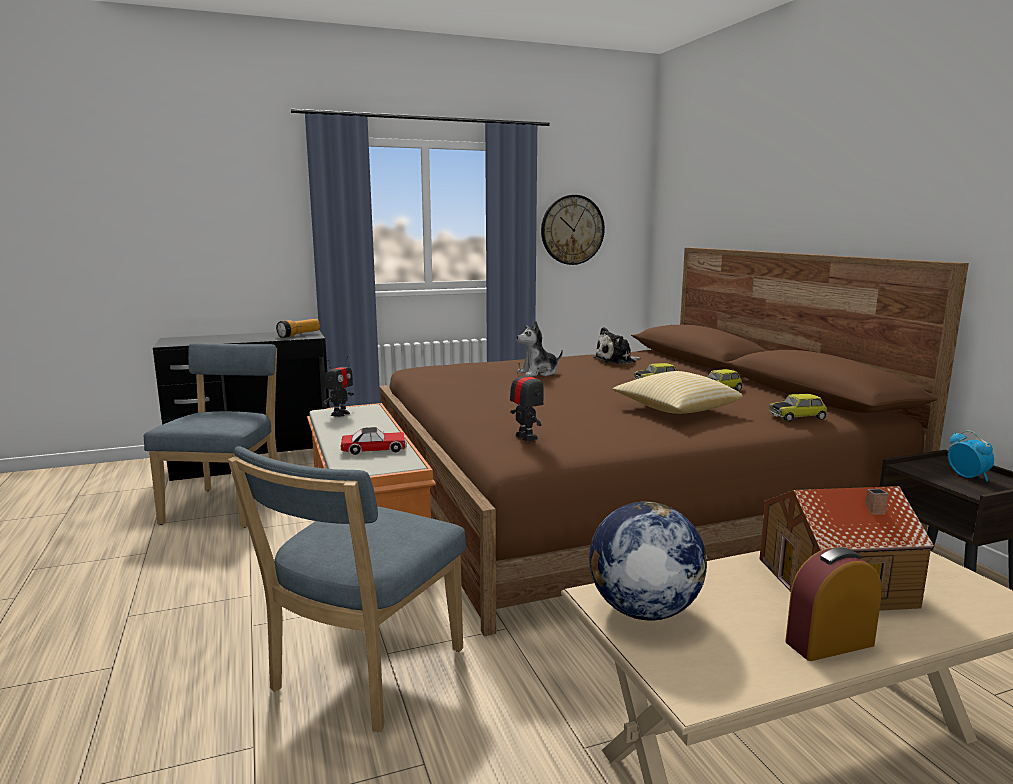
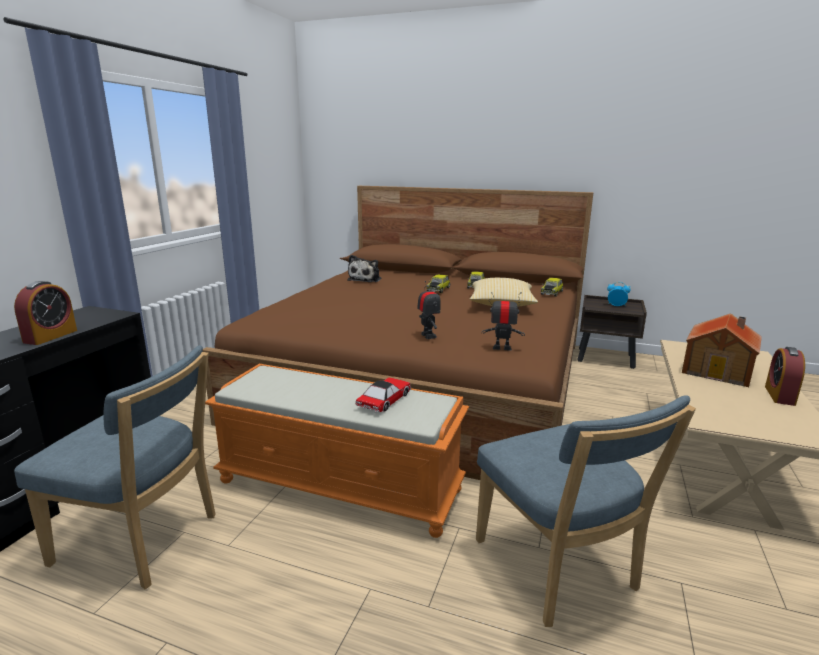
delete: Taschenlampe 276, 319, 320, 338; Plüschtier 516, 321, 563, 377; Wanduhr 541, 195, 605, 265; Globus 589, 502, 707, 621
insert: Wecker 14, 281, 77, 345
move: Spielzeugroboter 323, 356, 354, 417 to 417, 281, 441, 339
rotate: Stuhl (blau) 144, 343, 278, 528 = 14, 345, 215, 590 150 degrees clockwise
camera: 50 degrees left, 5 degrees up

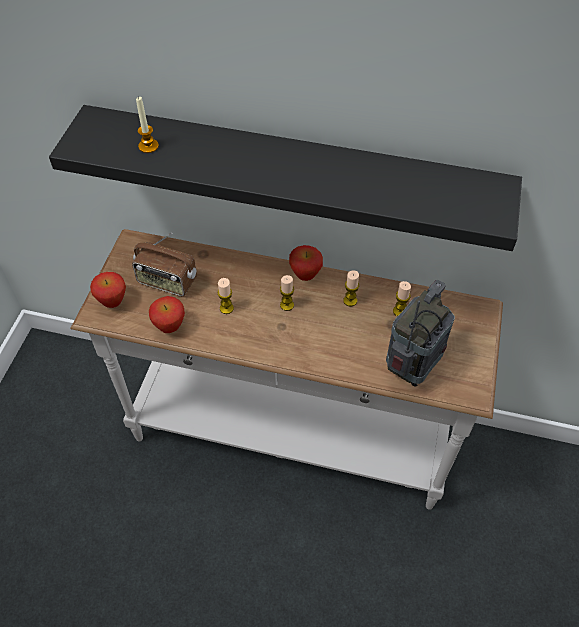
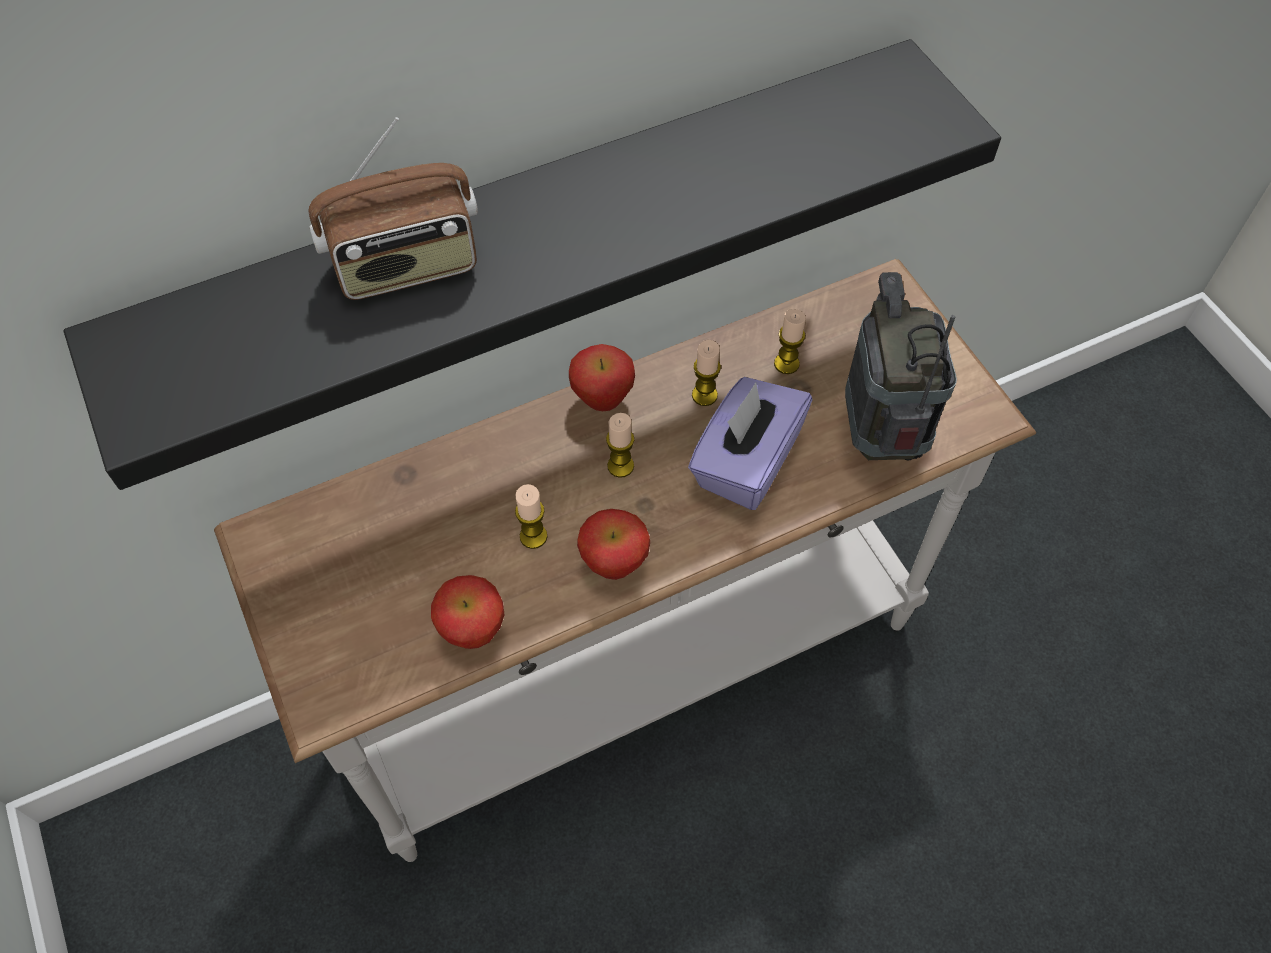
delete: Kerze 136, 96, 159, 153
insert: Taschentuchbox (lila) 688, 377, 813, 510
move: Apfel 90, 272, 126, 308 to 577, 509, 650, 580; Radio 132, 233, 197, 296 to 309, 117, 478, 300
camera: 40 degrees left, 5 degrees up

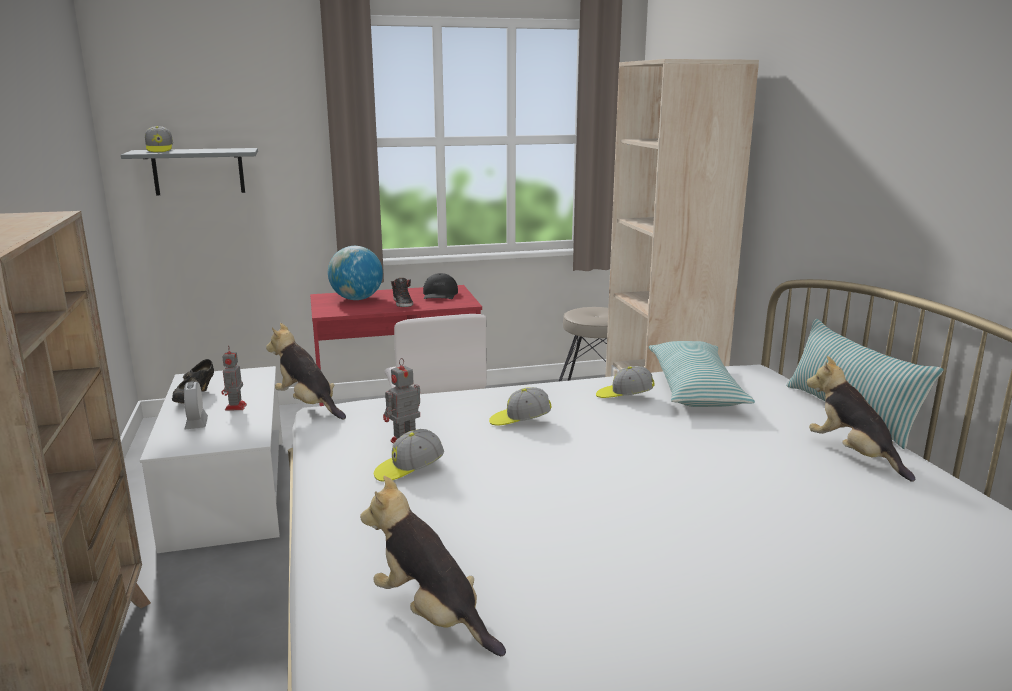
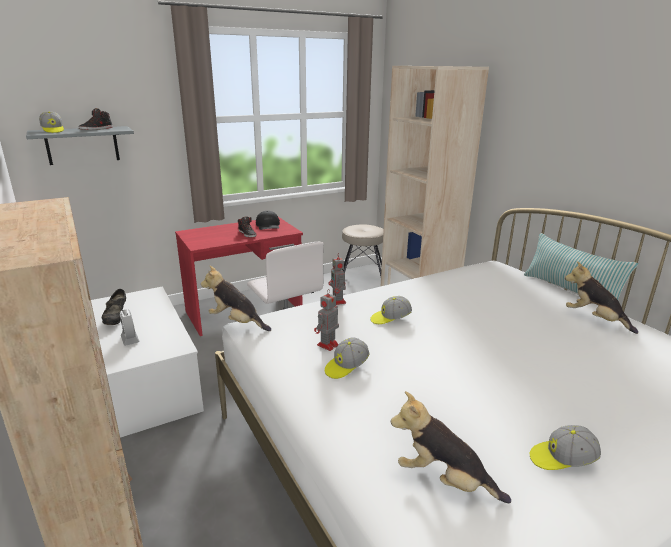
delete: Globus 328, 246, 383, 300; Kissen 649, 341, 755, 407
insert: Schuh (schwarz) 79, 108, 113, 130
move: Spielzeugroboter 222, 346, 247, 411 to 328, 253, 346, 305; Kappe 596, 366, 655, 398 to 530, 425, 601, 470
camera: 15 degrees left, 5 degrees up

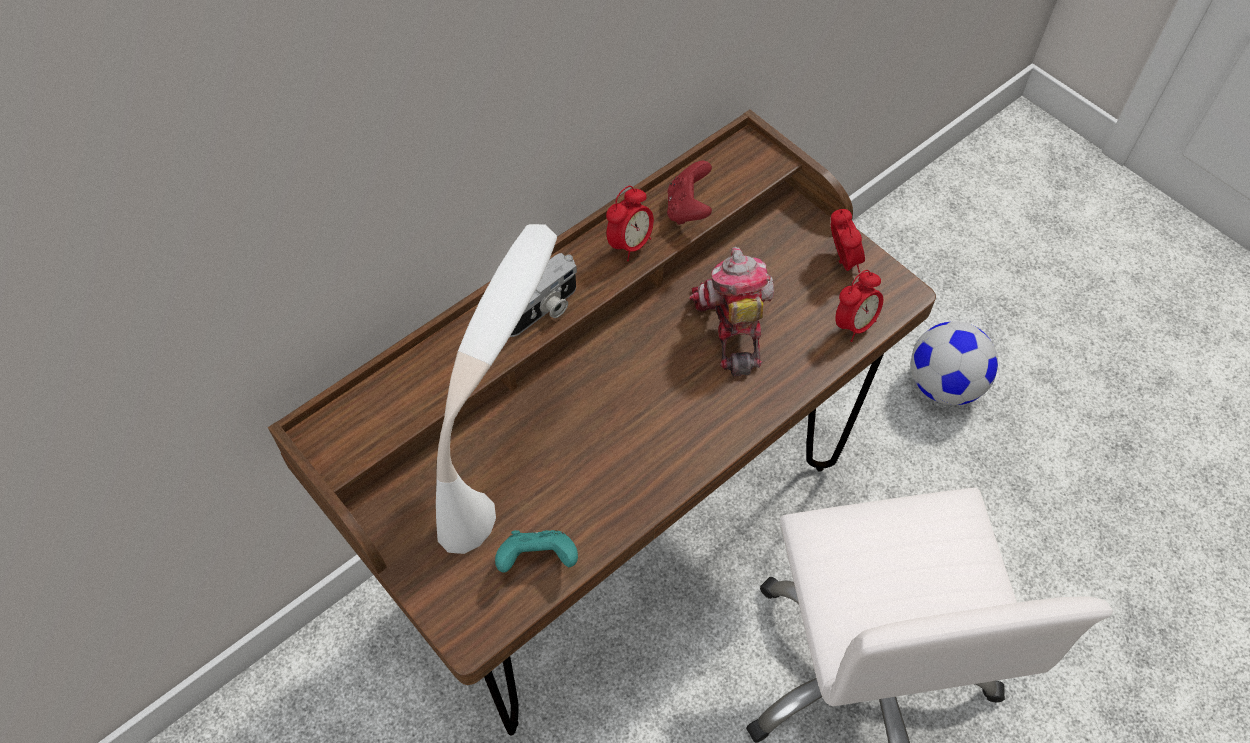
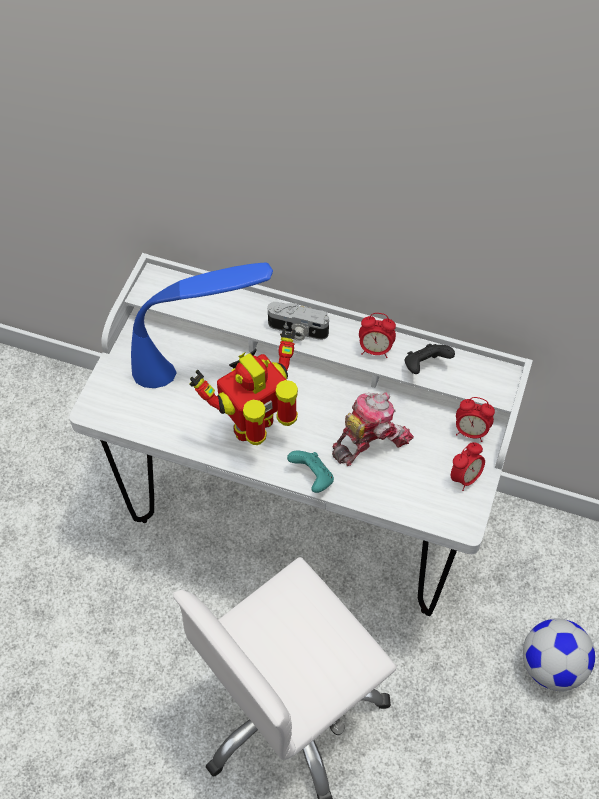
insert: Spielzeugroboter 190, 329, 298, 445
move: Gamepad (türkis) 495, 530, 578, 572 to 287, 451, 334, 493; Wecker 835, 270, 883, 342 to 456, 397, 495, 442
recolor: Schreibtisch (braun) 268, 109, 936, 735 to Schreibtisch (weiß) 69, 253, 533, 616; Tischlampe (weiß) 436, 224, 557, 554 to Tischlampe (blau) 131, 263, 273, 388; Gamepad (rot) 667, 161, 712, 225 to Gamepad (schwarz) 405, 344, 455, 374
camera: 60 degrees right, 0 degrees up

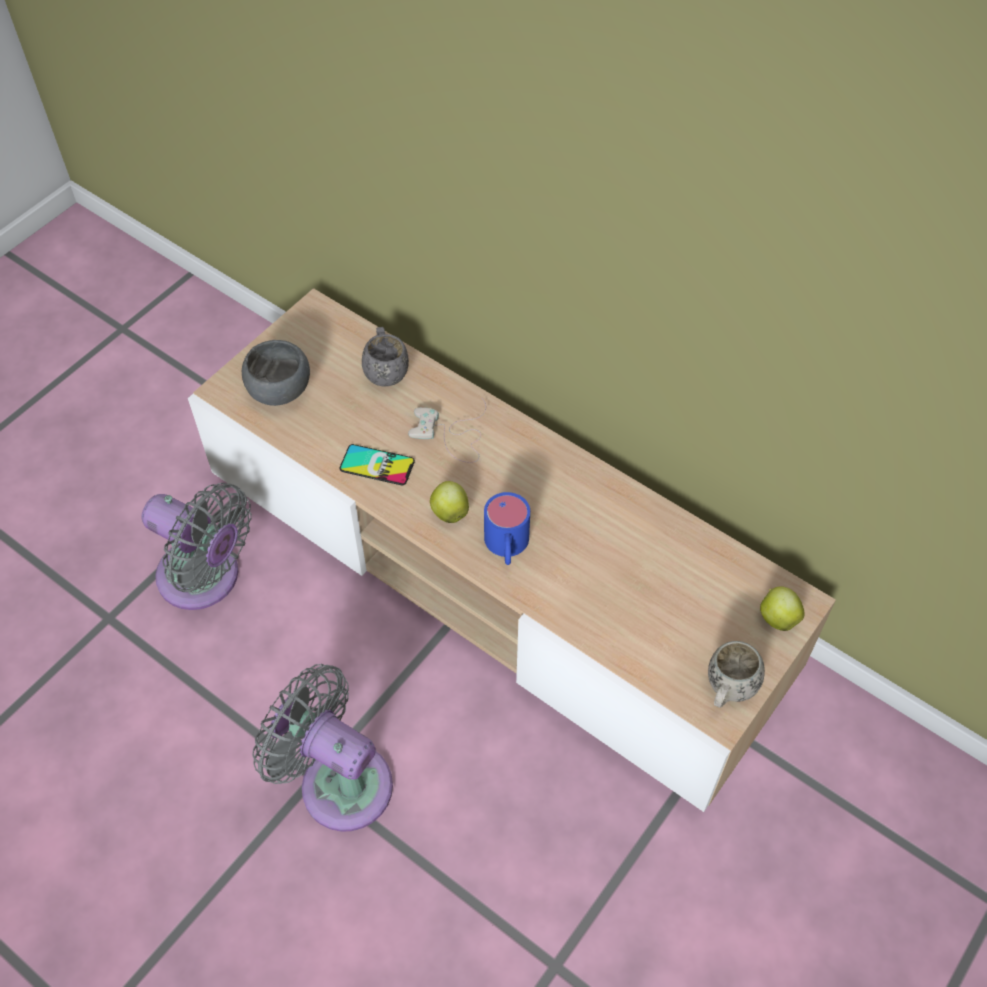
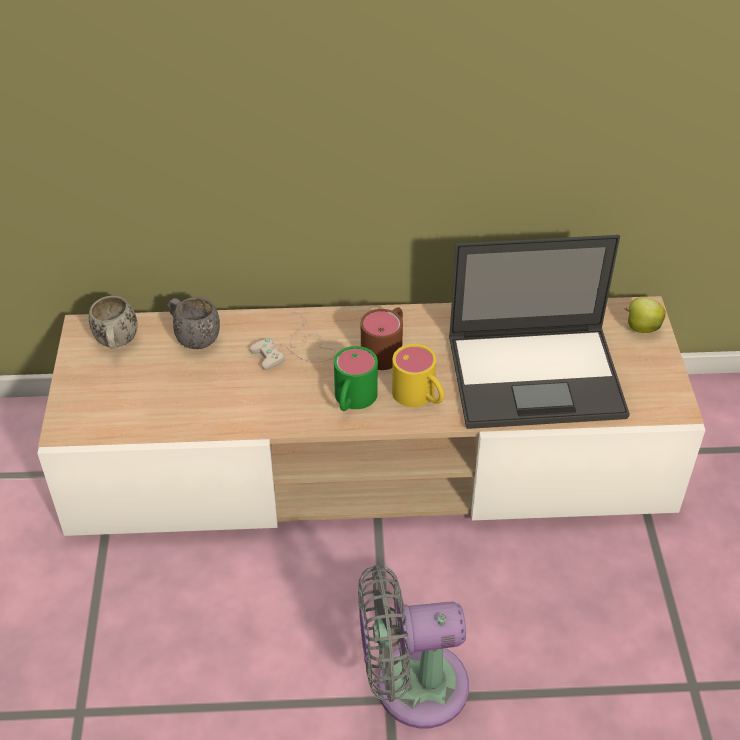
delete: Ventilator (grau) 141, 483, 252, 610; Schüssel (grau) 242, 340, 310, 406; Handy 340, 444, 415, 485
insert: Henkelbecher (braun) 361, 307, 403, 370; Laptop 449, 235, 630, 429
move: Henkelbecher (weiß) 708, 641, 765, 708 to 89, 296, 138, 349
replace: Apfel 430, 481, 469, 523 to Henkelbecher (grün) 334, 346, 378, 411
recolor: Henkelbecher (blau) 484, 492, 530, 565 to Henkelbecher (gelb) 392, 344, 444, 407
camera: 40 degrees left, 10 degrees down

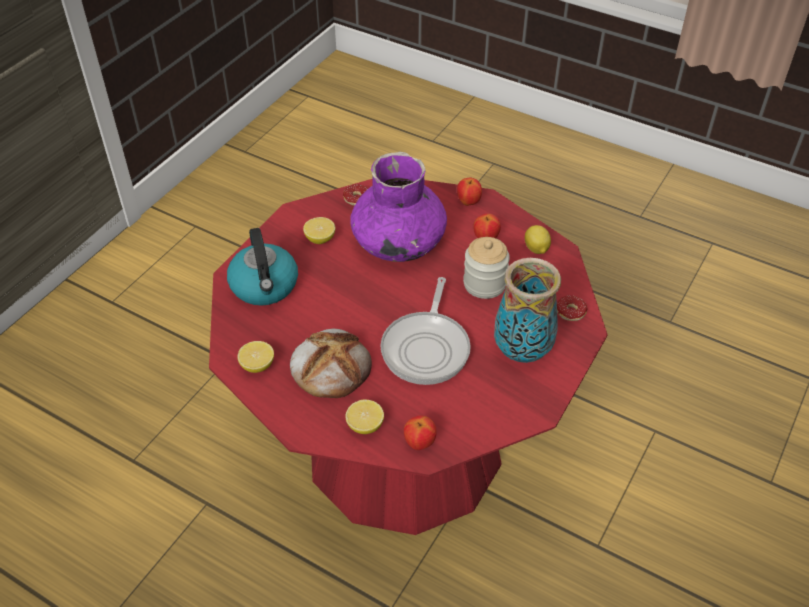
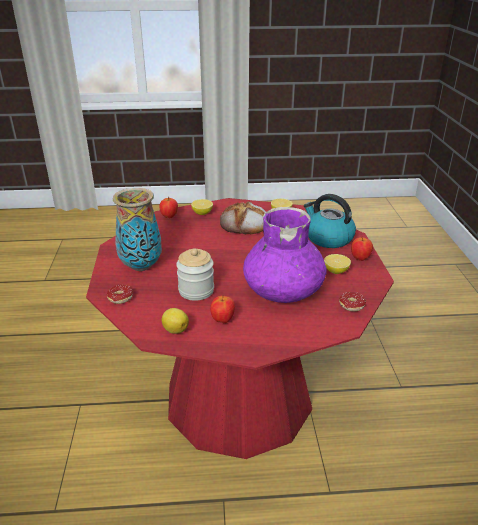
delete: Pfanne 380, 277, 471, 385
move: Apfel 457, 178, 482, 206 to 351, 237, 373, 261
camera: 145 degrees right, 15 degrees down

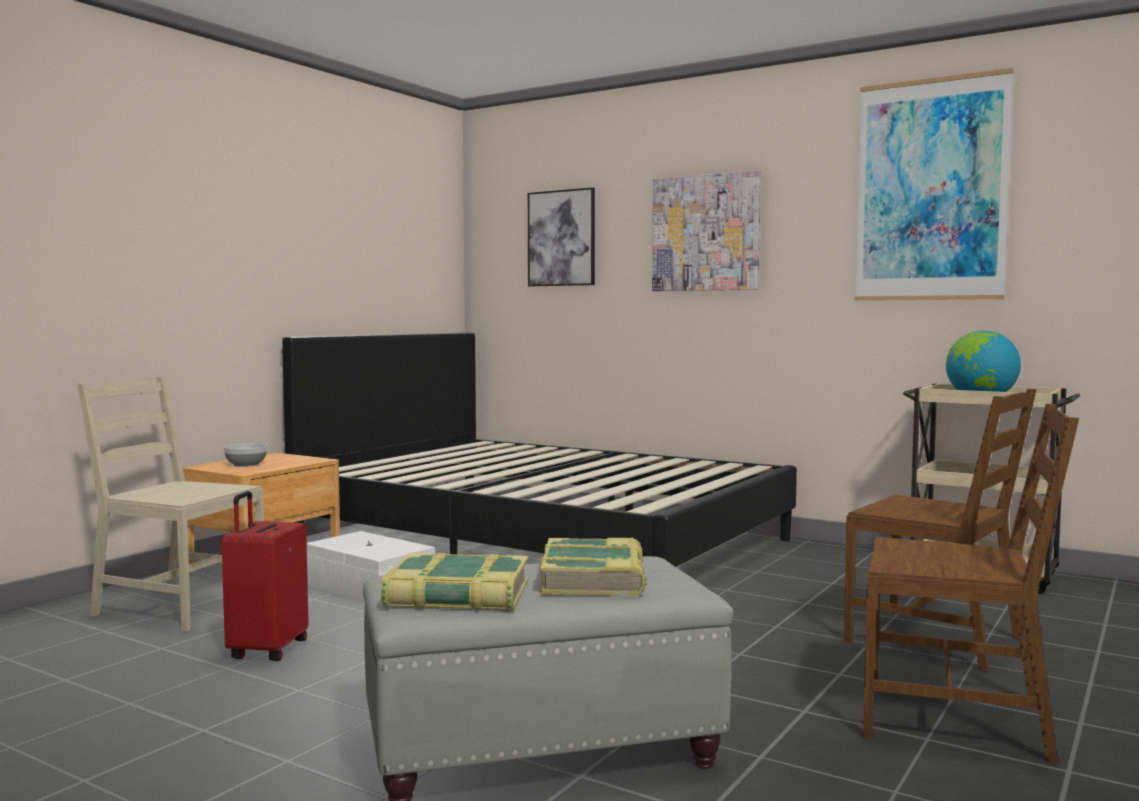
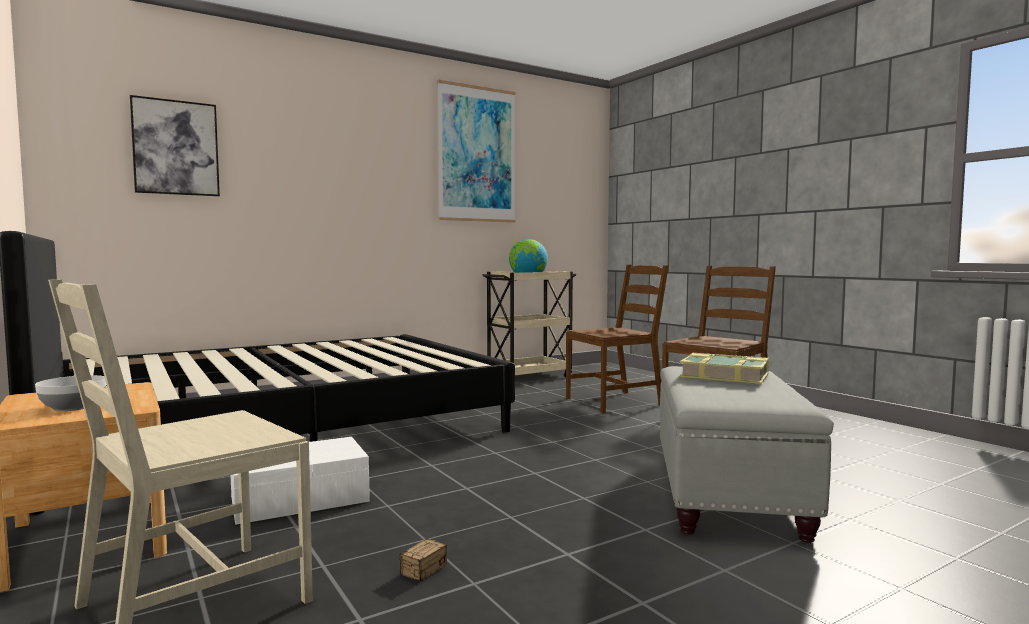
delete: Buch 381, 553, 528, 610; Bild 652, 170, 761, 291
replace: Koffer (rot) 221, 491, 309, 661 to Aufbewahrungsbox 400, 476, 463, 581
camera: 65 degrees left, 0 degrees up

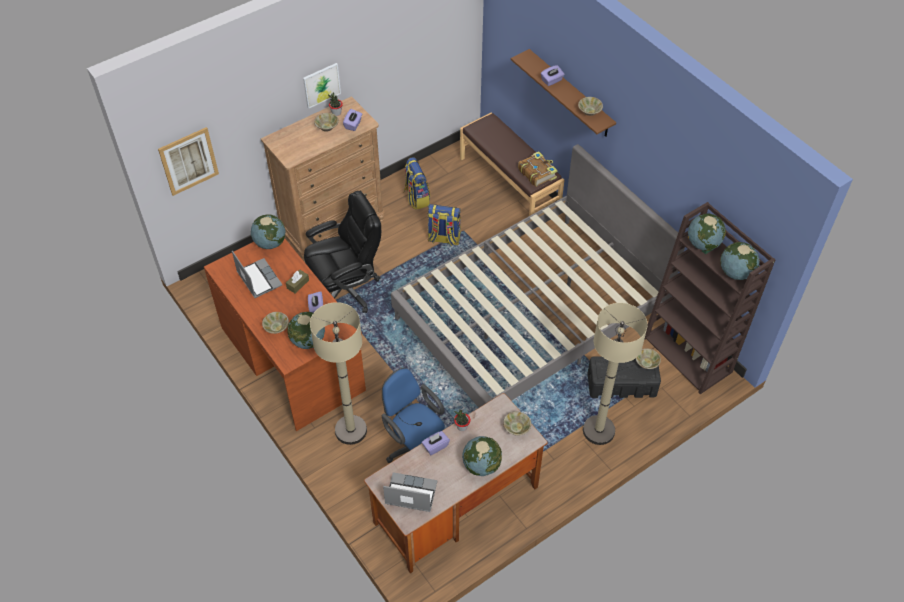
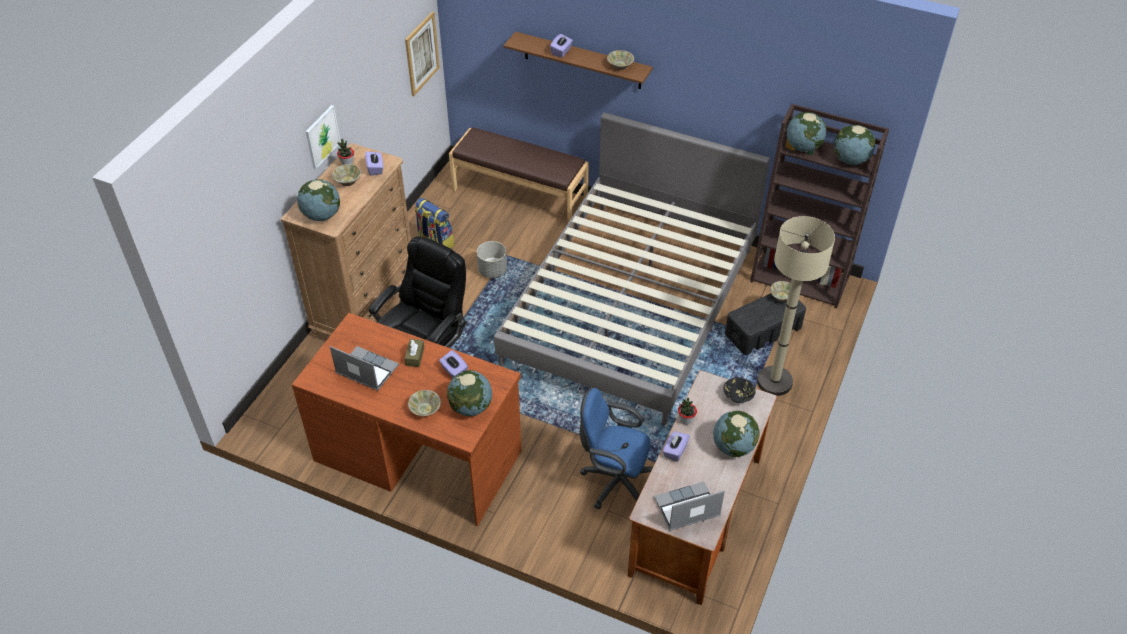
delete: Stehlampe (beige) 310, 302, 367, 445; Buch 518, 151, 557, 187
move: Bild 158, 127, 219, 196 to 405, 11, 440, 96; Globus 251, 214, 285, 249 to 297, 179, 340, 221
replace: Rucksack 427, 204, 461, 246 to Pflanzkübel (grau) 477, 241, 507, 278
recolor: Schüssel (beige) 503, 411, 531, 436 to Schüssel (schwarz) 723, 377, 756, 403
camera: 30 degrees left, 5 degrees down

